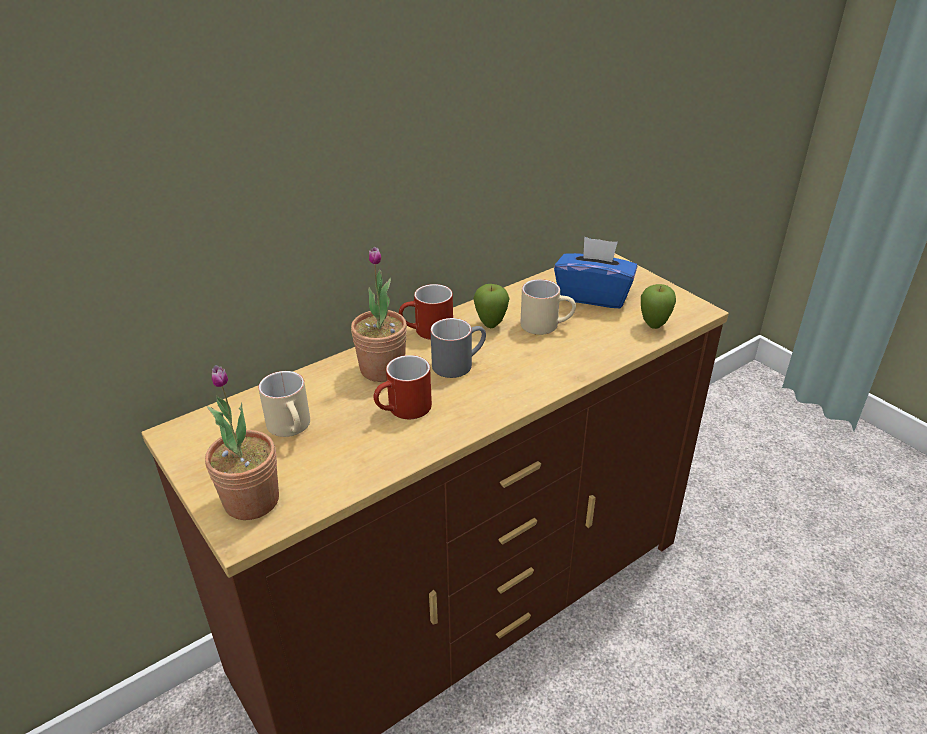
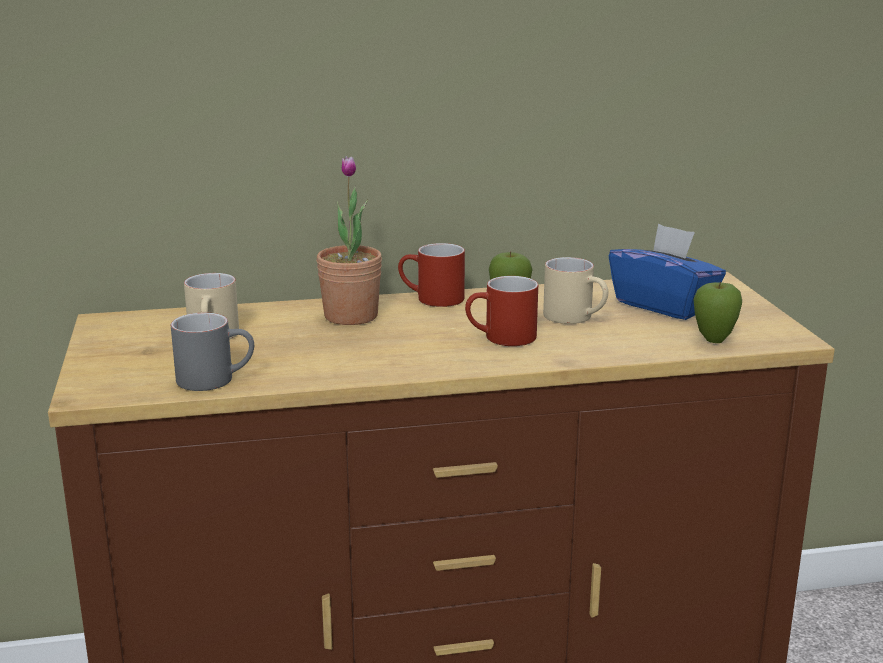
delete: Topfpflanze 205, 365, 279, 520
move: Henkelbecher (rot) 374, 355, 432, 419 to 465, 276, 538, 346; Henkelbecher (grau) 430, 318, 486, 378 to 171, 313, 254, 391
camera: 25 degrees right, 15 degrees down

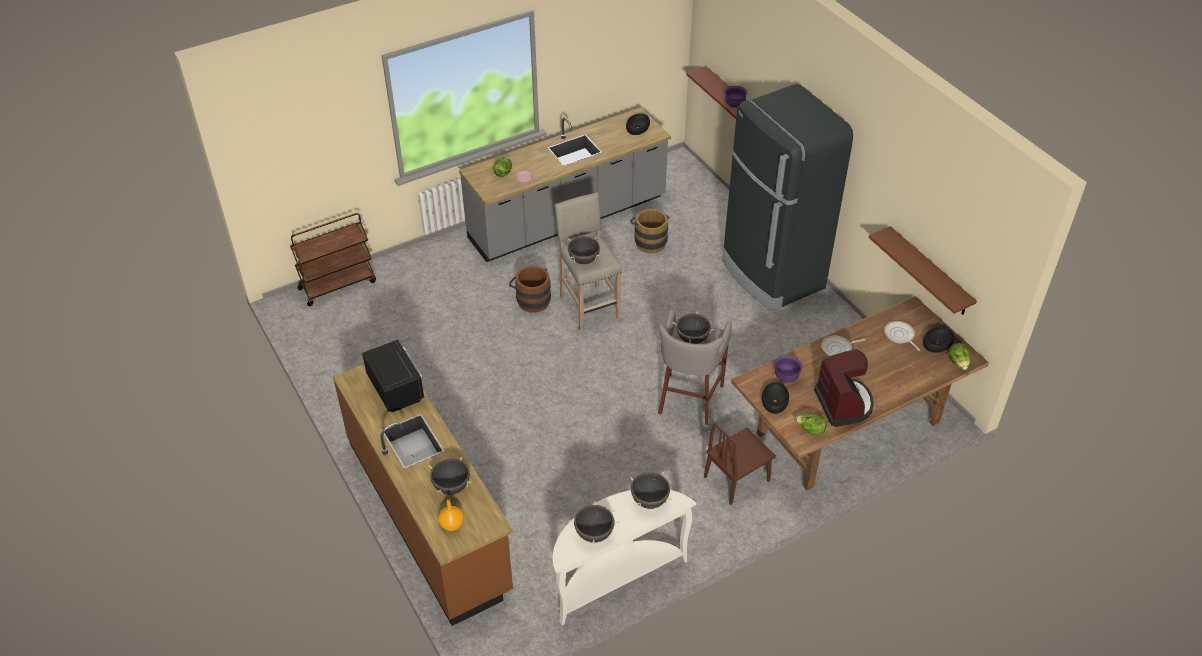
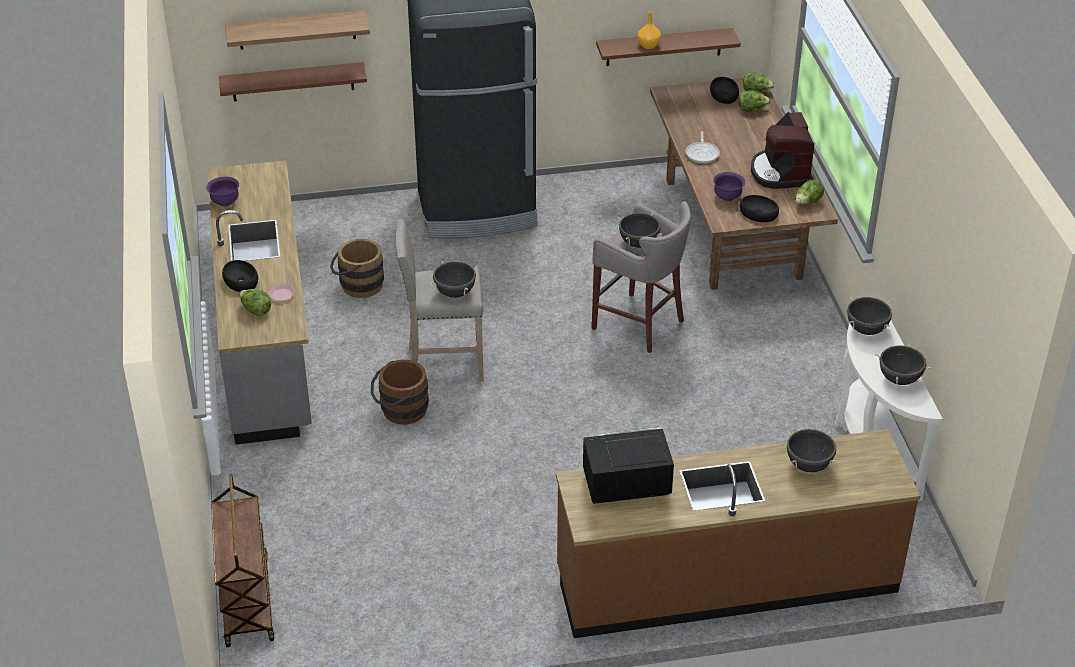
delete: Stuhl (braun) 704, 422, 776, 505; Pfanne 884, 321, 920, 351
insert: Wandregal 225, 10, 370, 50; Salatkopf 738, 90, 771, 112
move: Vase (orange) 439, 500, 464, 531 to 638, 12, 661, 49; Schüssel (schwarz) 626, 114, 650, 135 to 222, 260, 258, 292; Schüssel (lila) 724, 86, 748, 108 to 206, 177, 239, 207
rotate: Kaffeemaschine 814, 349, 874, 427 = 751, 112, 814, 189 105 degrees counterclockwise
camera: 70 degrees left, 5 degrees down

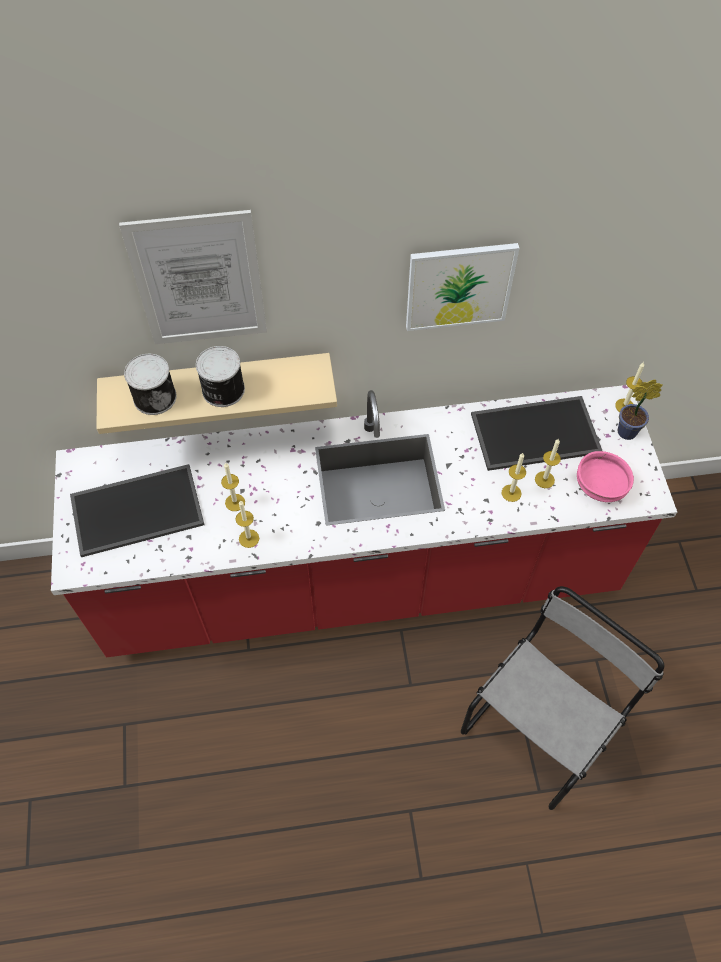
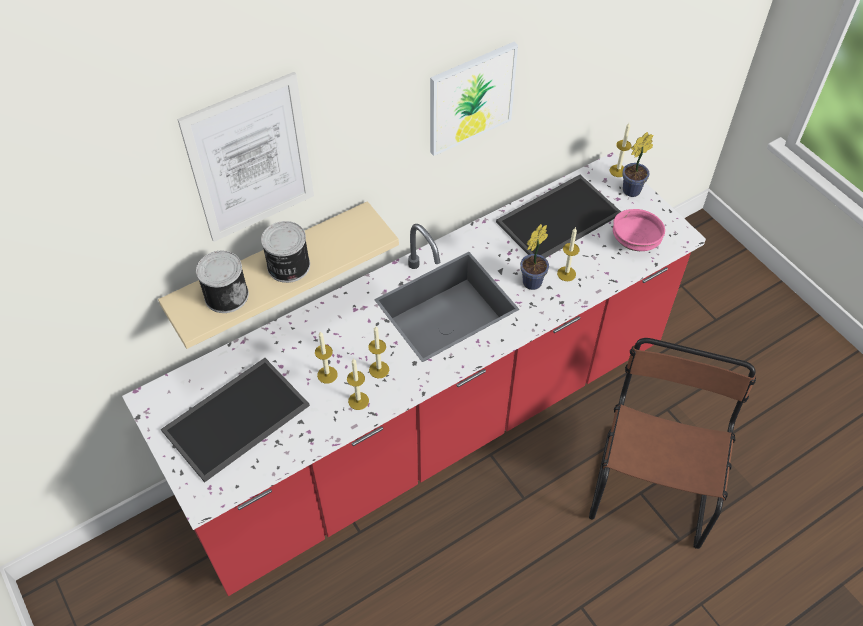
insert: Topfpflanze 520, 224, 549, 290
move: Kerze 535, 439, 561, 488 to 368, 326, 389, 379
recolor: Stuhl (grau) 461, 586, 664, 810 to Stuhl (braun) 589, 338, 756, 549
camera: 25 degrees left, 5 degrees down

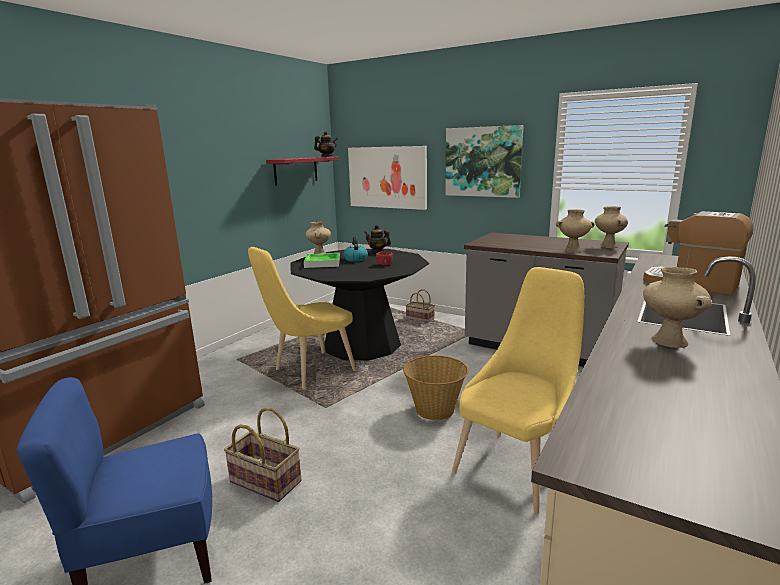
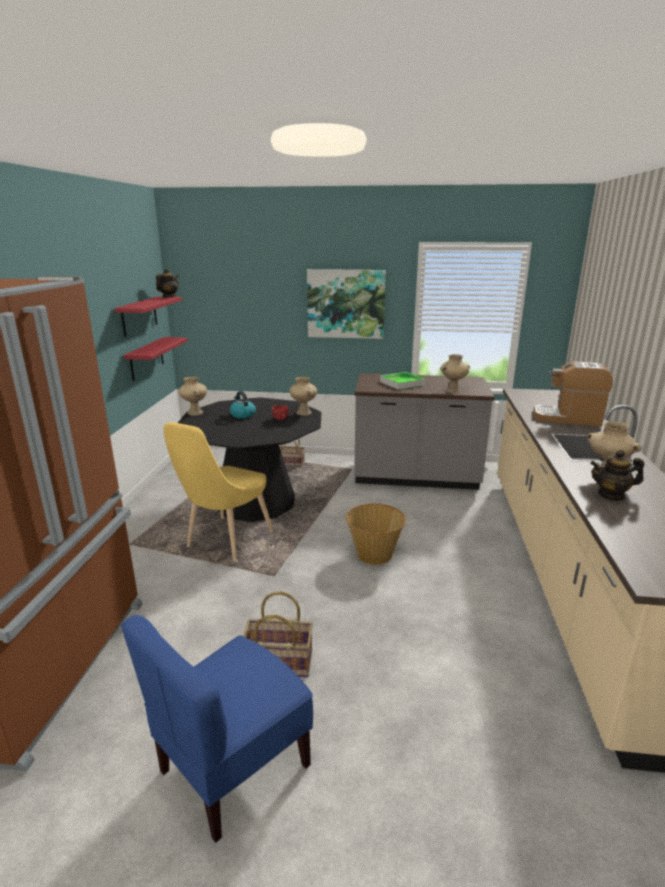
delete: Bild 348, 146, 427, 210; Stuhl (gelb) 452, 267, 584, 514
insert: Wandregal (rot) 124, 337, 188, 381
move: Tablett 304, 253, 340, 268 to 380, 372, 425, 390; Teekanne 364, 225, 391, 253 to 590, 450, 644, 501; Vase (beige) 595, 206, 628, 248 to 289, 377, 317, 416
camera: 25 degrees left, 5 degrees up

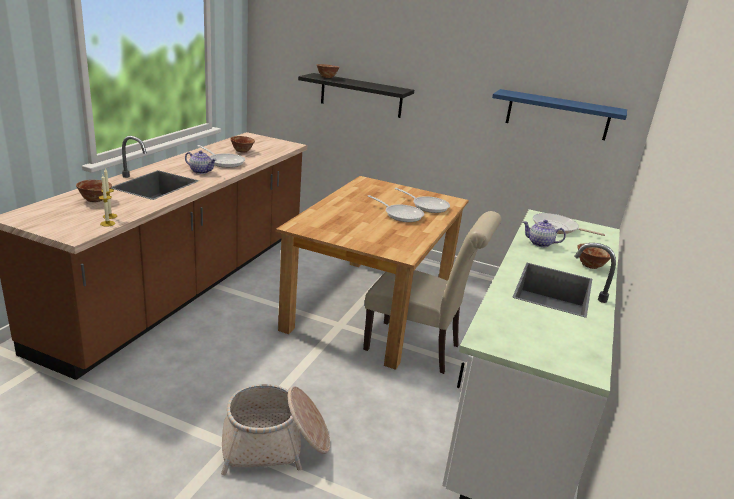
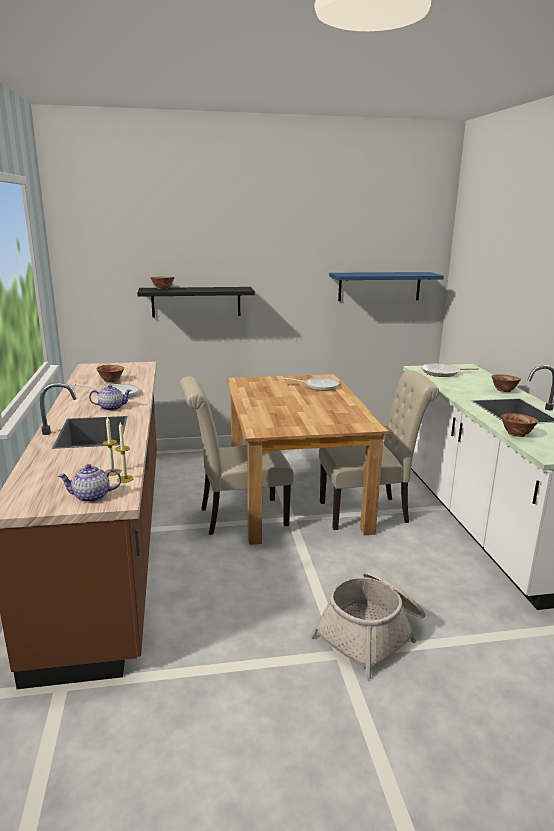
delete: Pfanne 368, 195, 424, 222
insert: Stuhl (beige) 180, 376, 294, 535
move: Schüssel 76, 180, 112, 202 to 501, 413, 538, 437; Teekanne 523, 220, 566, 247 to 58, 464, 121, 502
camera: 30 degrees left, 5 degrees down

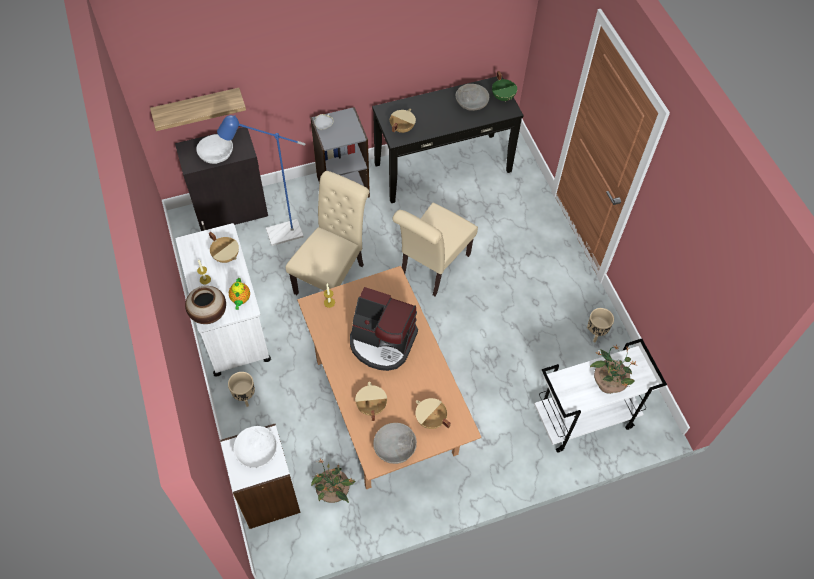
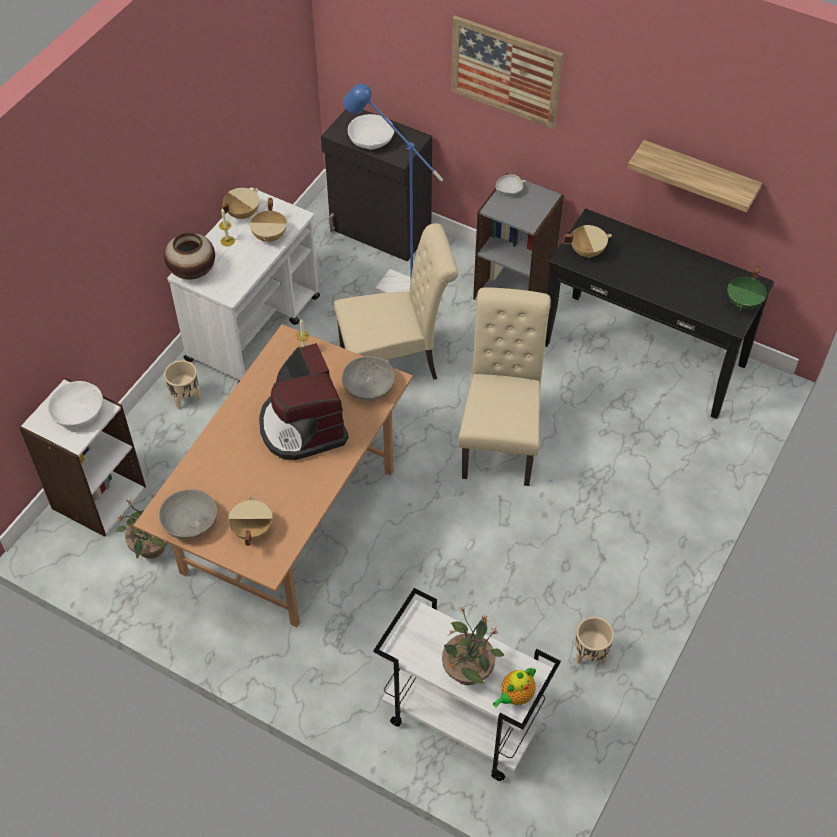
insert: Bild 451, 16, 563, 129
move: Wandregal 150, 88, 246, 131 to 627, 140, 762, 212; Teekanne 229, 278, 250, 310 to 493, 668, 536, 707; Kochtopf (beige) 355, 382, 387, 421 to 219, 188, 259, 219; Schüssel (grau) 456, 84, 489, 111 to 342, 356, 395, 401
rotate: Stuhl (beige) 393, 203, 478, 296 = 458, 288, 551, 486 105 degrees clockwise
camera: 50 degrees right, 5 degrees down

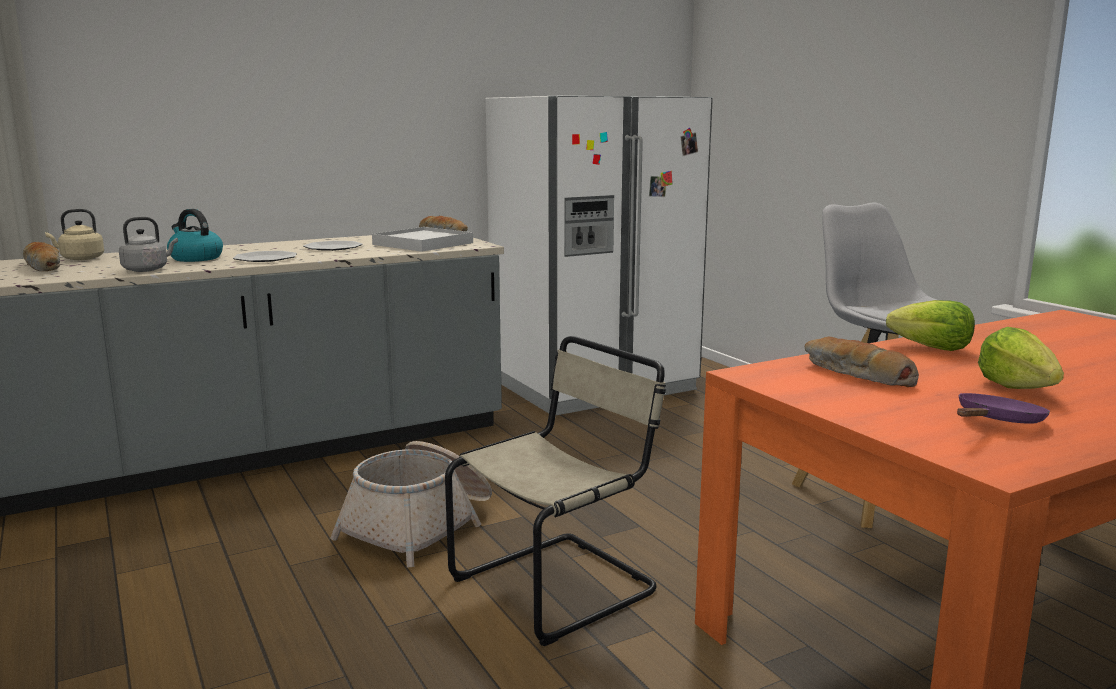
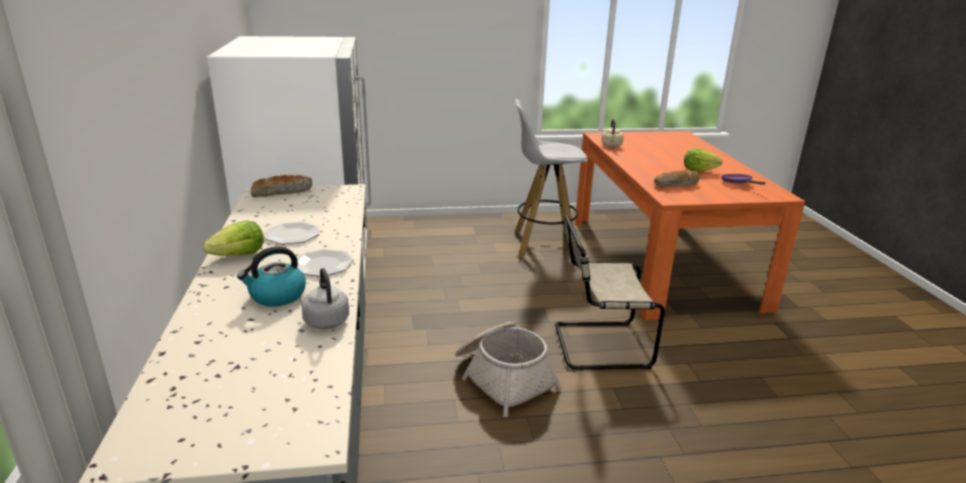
delete: Brot 23, 242, 60, 271; Tablett (weiß) 372, 227, 473, 252
move: Wasserkessel (beige) 45, 209, 104, 260 to 601, 119, 624, 147; Salatkopf 886, 300, 975, 351 to 203, 220, 264, 256
rotate: Stuhl (beige) 445, 336, 666, 646 = 555, 215, 665, 369 75 degrees counterclockwise
camera: 70 degrees left, 10 degrees up

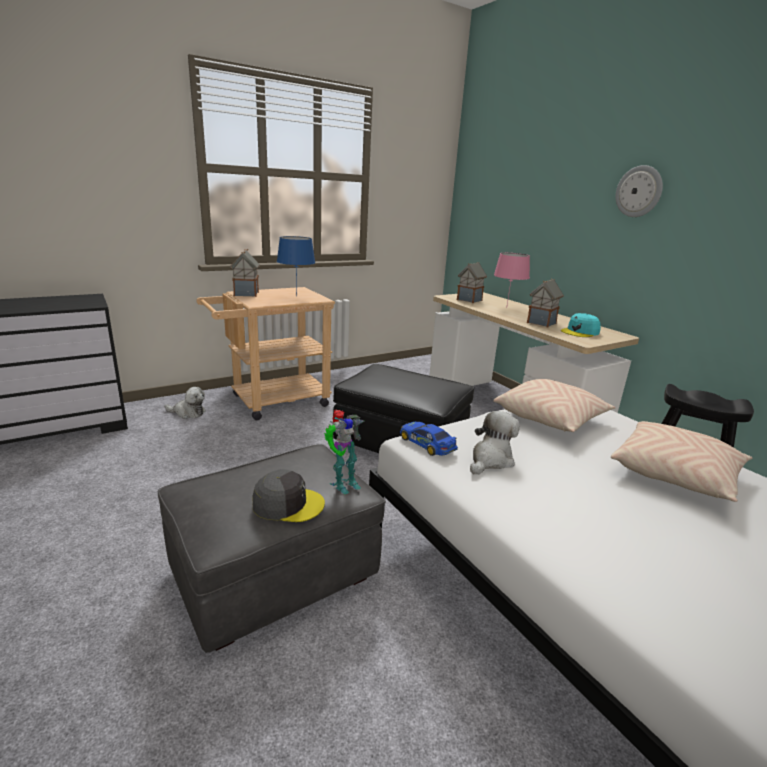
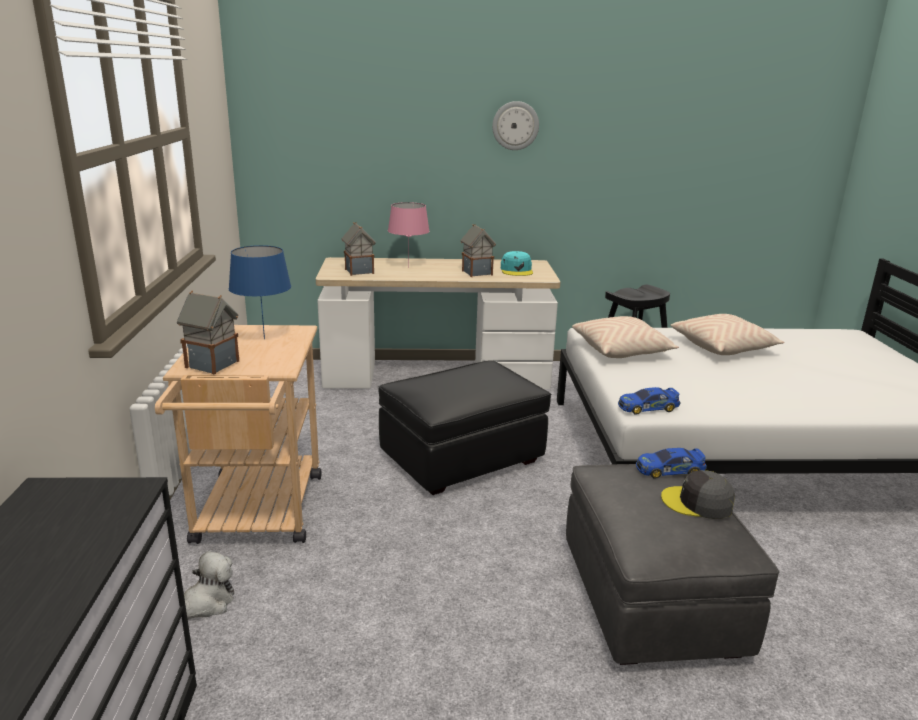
delete: Plüschtier 470, 411, 520, 474
replace: Spielzeugroboter 324, 409, 364, 494 to Spielzeugauto 636, 448, 707, 479
rotate: Kappe (grau) 252, 469, 325, 522 = 661, 470, 735, 519 105 degrees counterclockwise
camera: 60 degrees left, 0 degrees up

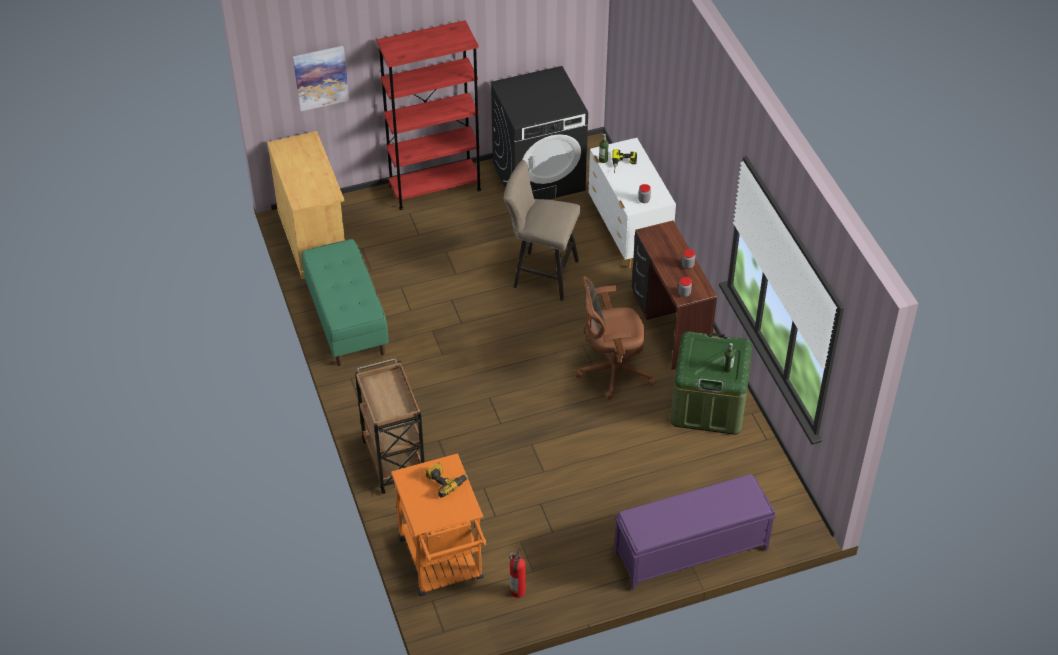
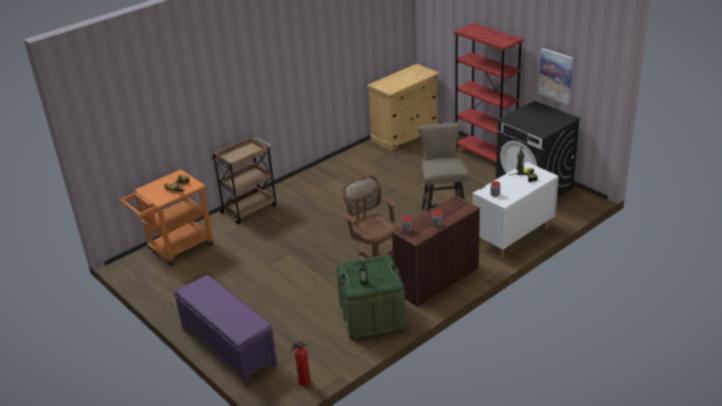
delete: Bank (grün) 302, 239, 389, 366
move: Bild 293, 46, 349, 111 to 538, 48, 573, 104; Feuerlöscher 509, 548, 526, 598 to 291, 340, 311, 386
camera: 70 degrees right, 15 degrees down

